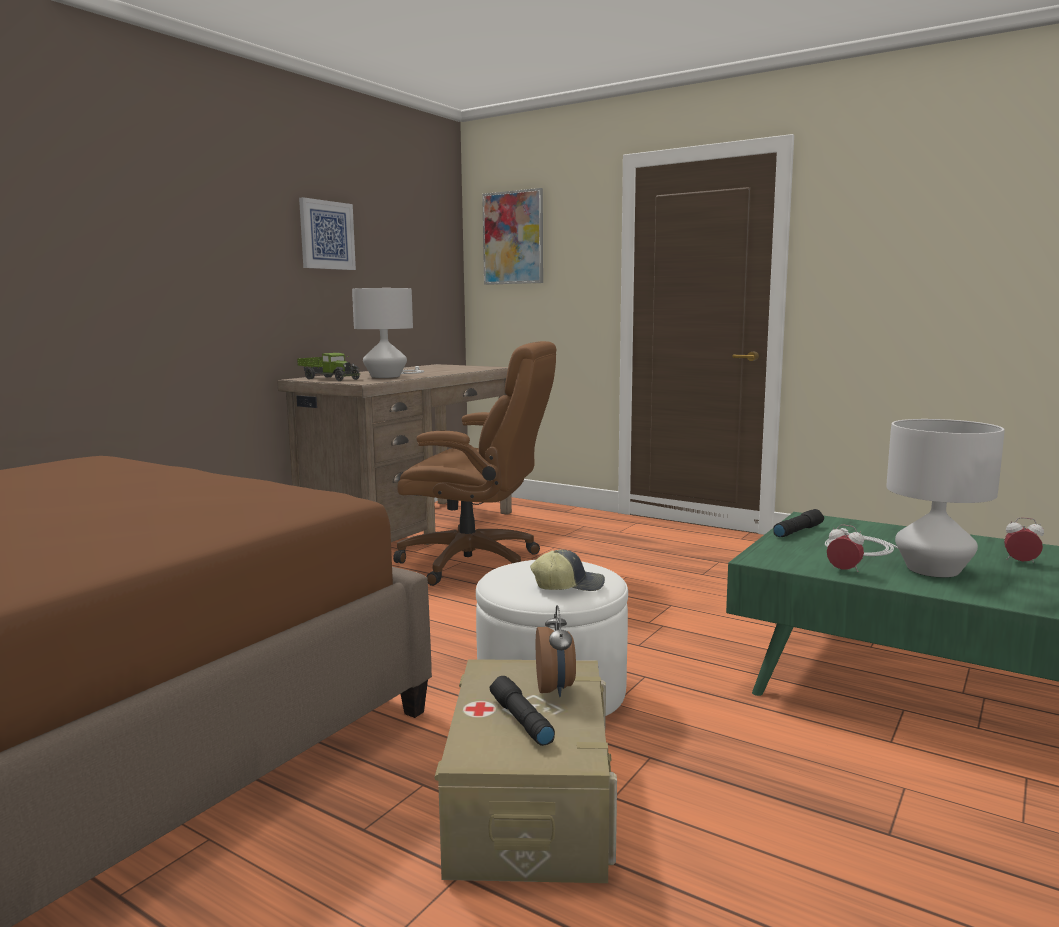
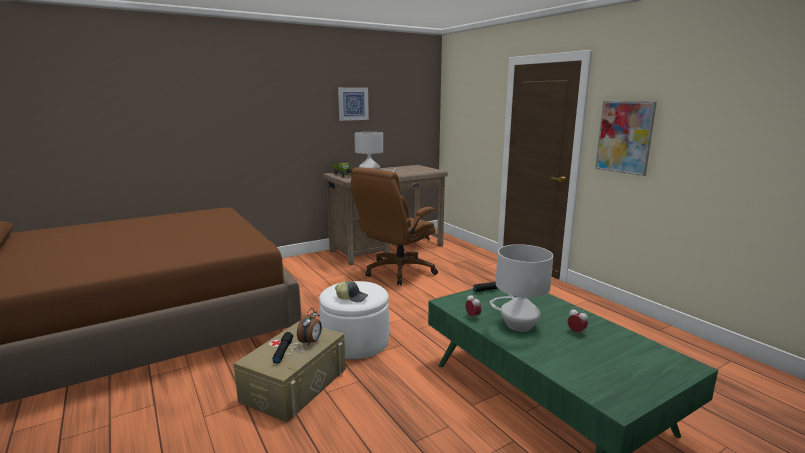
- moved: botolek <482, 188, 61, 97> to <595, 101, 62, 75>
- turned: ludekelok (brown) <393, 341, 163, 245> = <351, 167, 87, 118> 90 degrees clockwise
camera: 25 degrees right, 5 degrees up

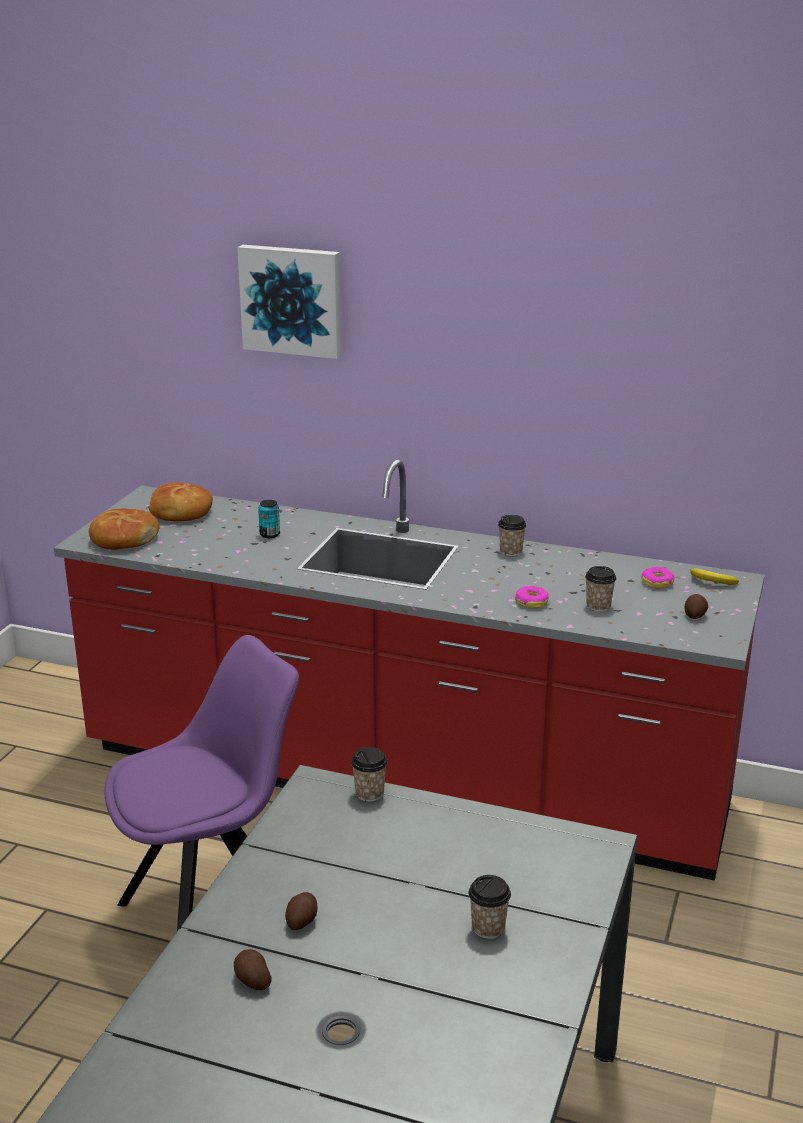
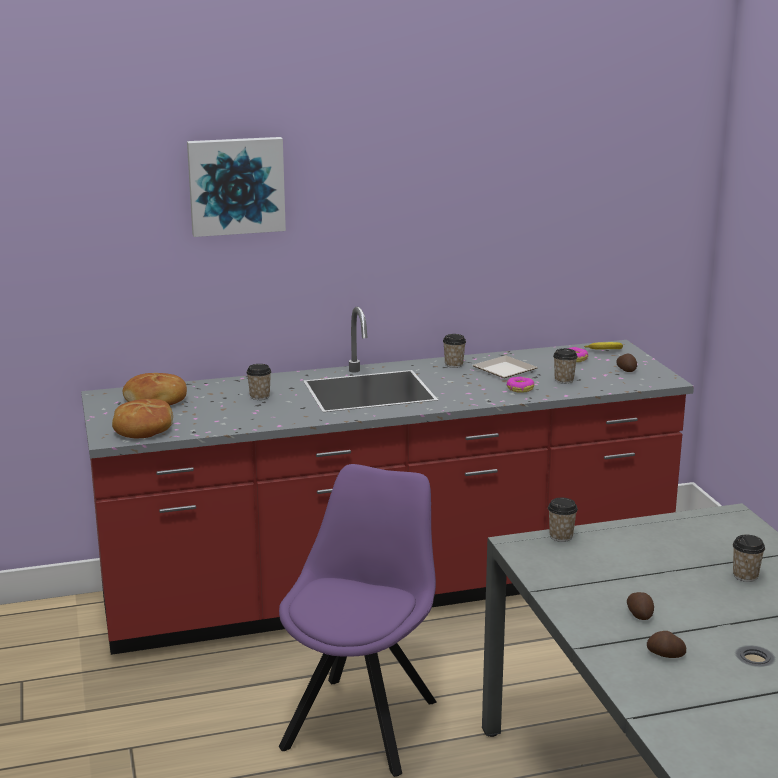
- added: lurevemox <472, 355, 66, 23>
- replaced: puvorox <258, 500, 22, 38> to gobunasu <246, 364, 25, 36>
camera: 35 degrees left, 5 degrees down

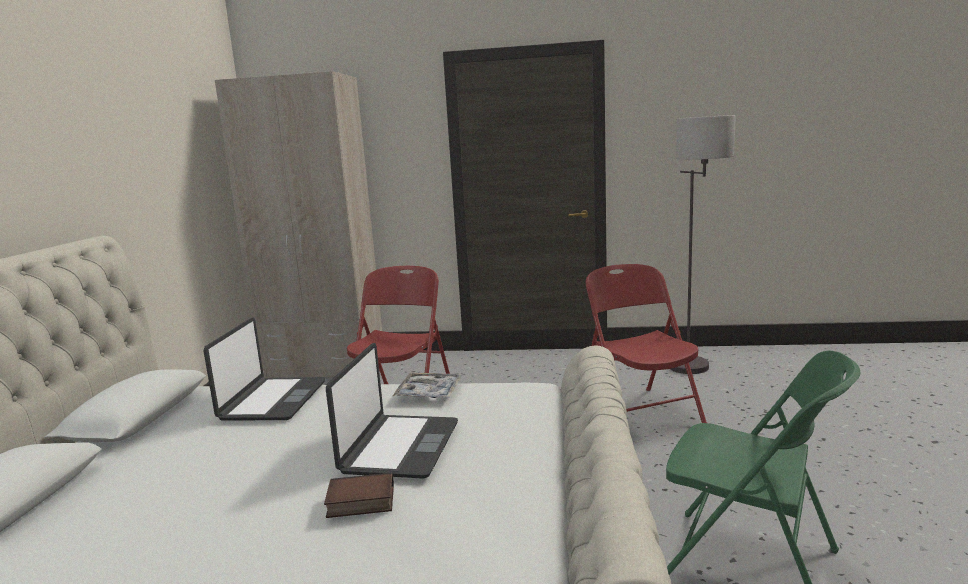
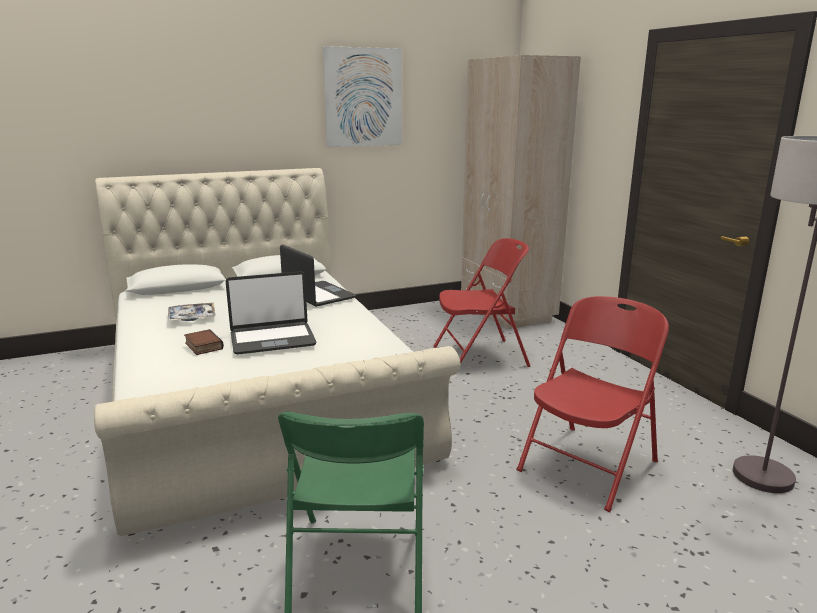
- added: botolek <323, 46, 79, 101>
- moved: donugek <393, 373, 69, 25> to <168, 303, 48, 18>
- turned: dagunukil <204, 317, 121, 104> = <280, 244, 76, 63> 105 degrees counterclockwise
camera: 60 degrees right, 5 degrees up

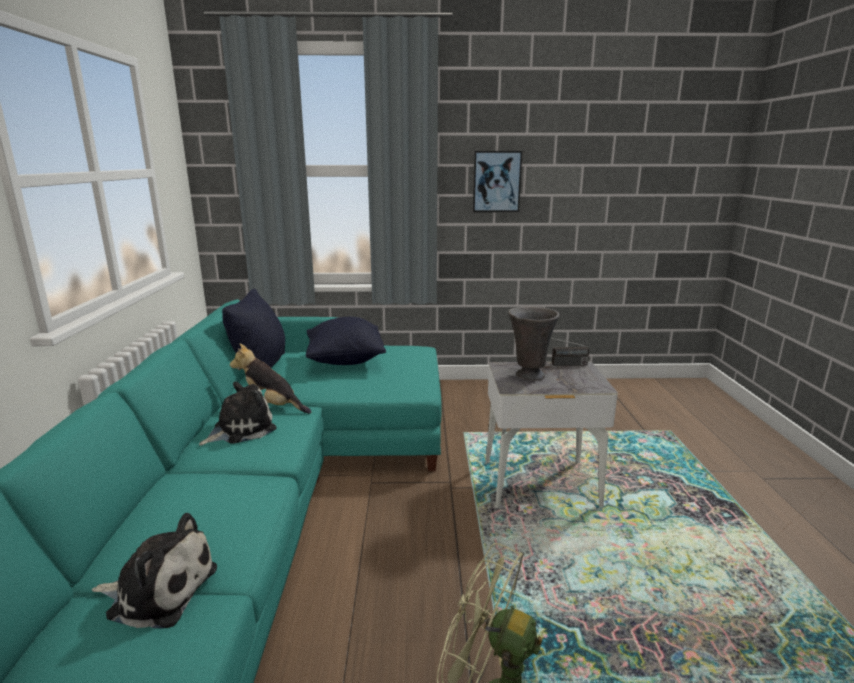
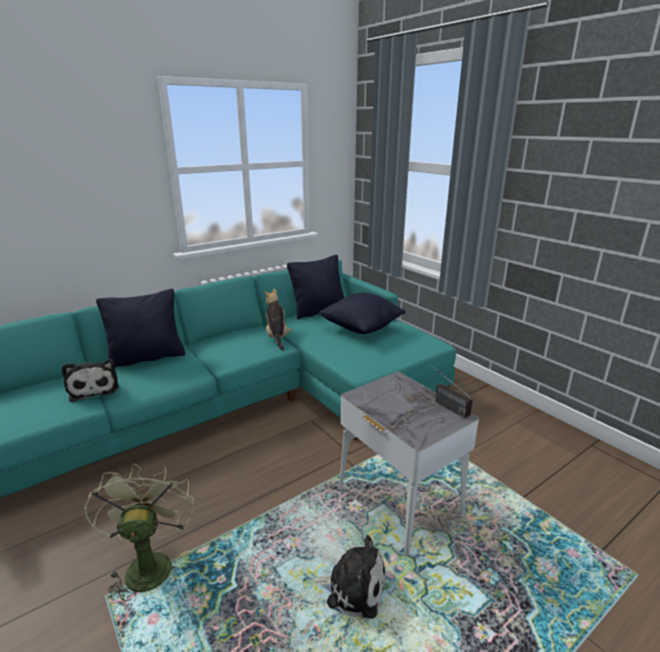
- removed: botolek <473, 151, 49, 61>
- removed: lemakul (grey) <508, 307, 51, 74>
- added: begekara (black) <96, 289, 89, 78>
- moved: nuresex <199, 382, 78, 64> to <311, 535, 75, 84>
camera: 55 degrees right, 5 degrees up

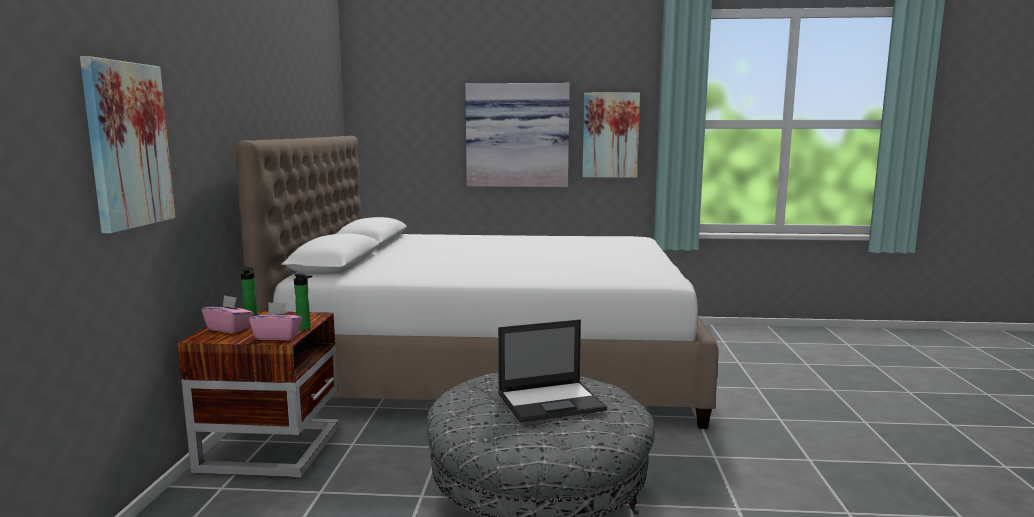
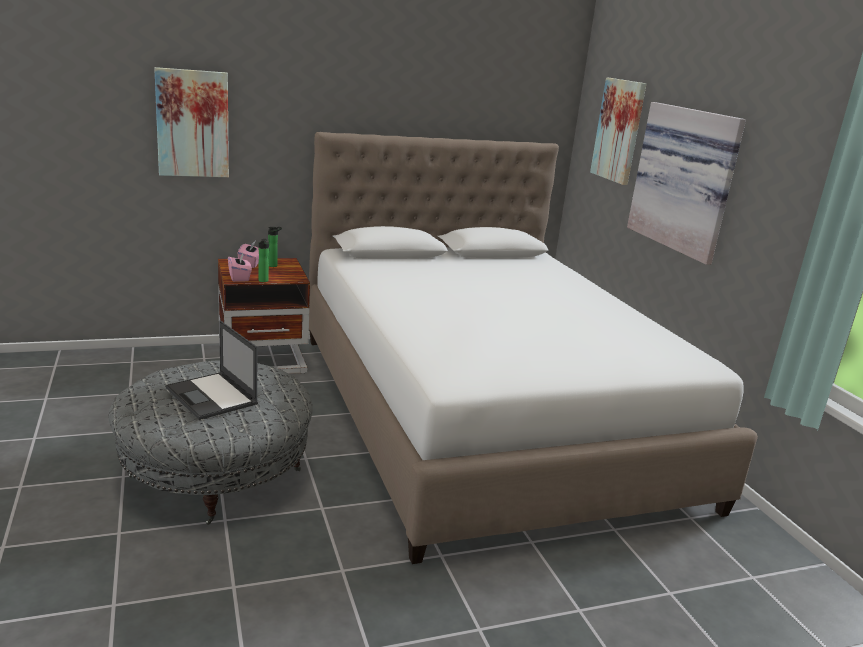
- moved: botolek <582, 92, 58, 86> to <590, 78, 56, 107>
camera: 65 degrees right, 10 degrees up

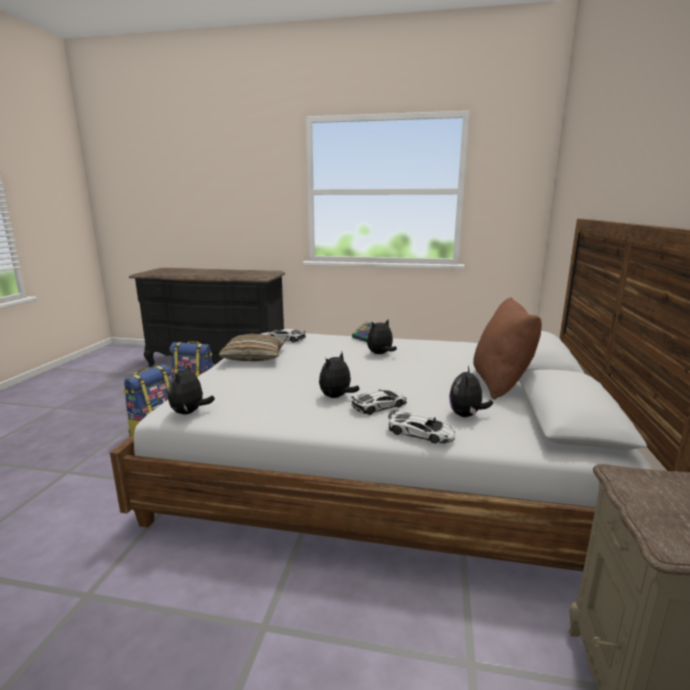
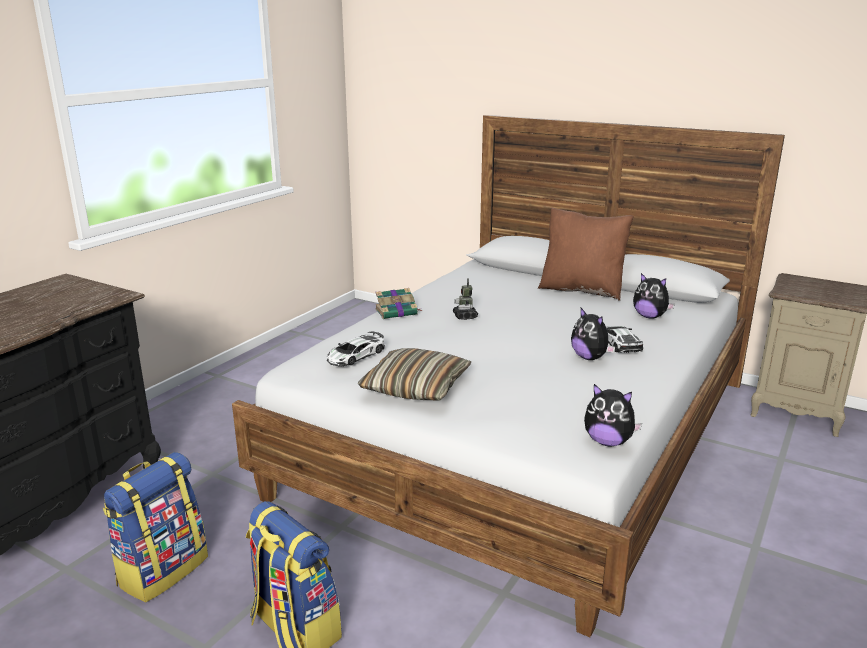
- removed: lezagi <388, 410, 67, 34>
- replaced: nuresex <367, 320, 30, 34> to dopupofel <453, 278, 25, 42>
camera: 70 degrees left, 5 degrees up

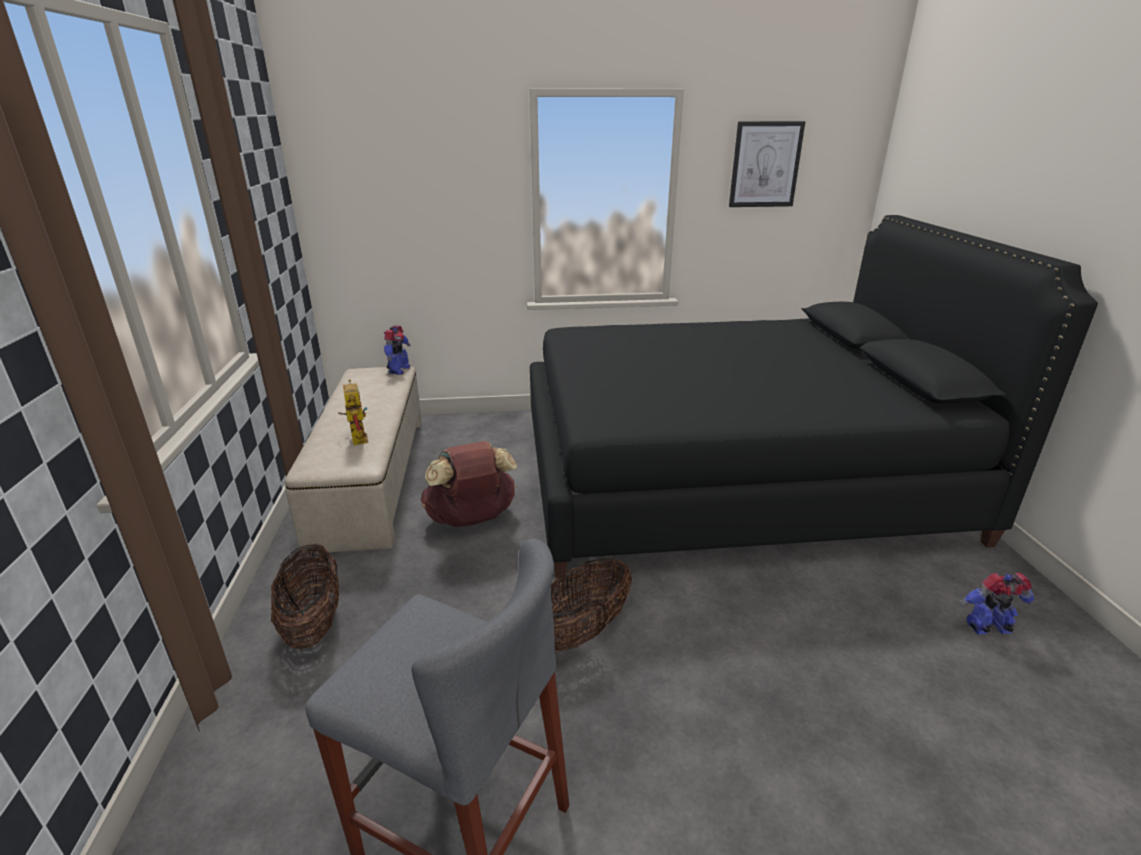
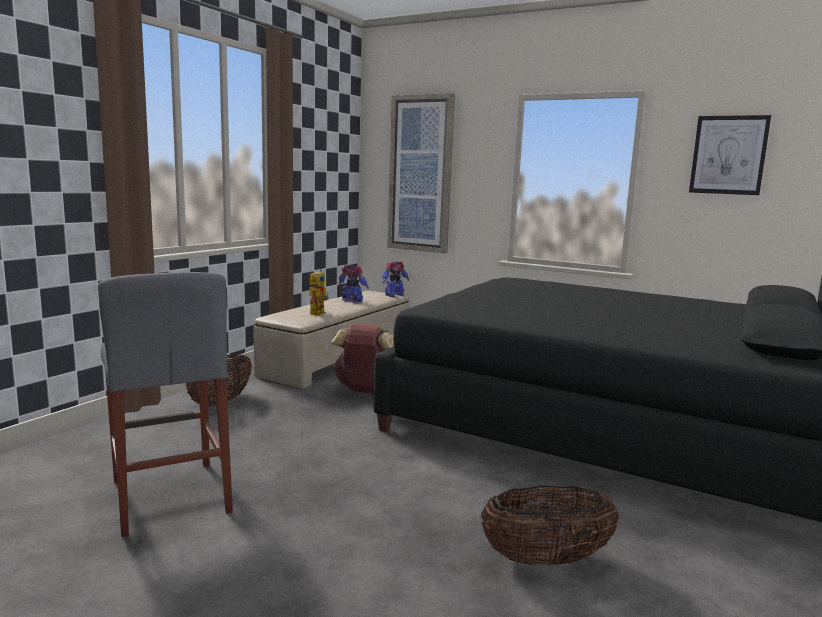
- added: botolek <387, 93, 68, 160>
- moved: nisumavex <551, 557, 81, 94> to <480, 485, 139, 80>
- moved: dopupofel <960, 573, 74, 61> to <339, 265, 30, 38>
camera: 35 degrees right, 15 degrees down

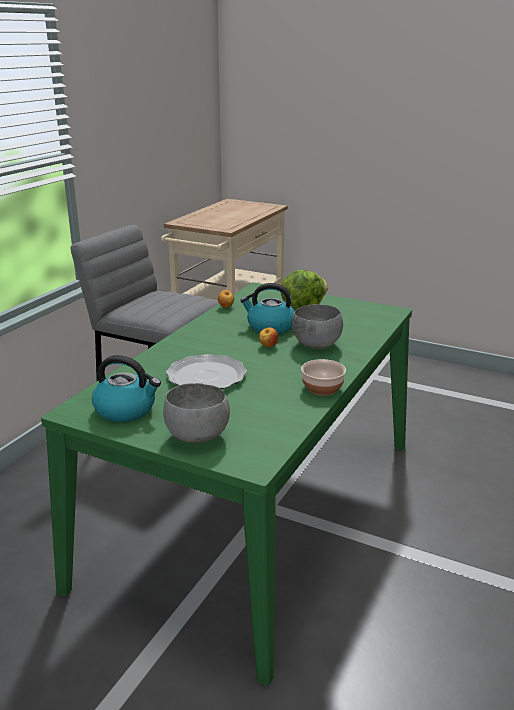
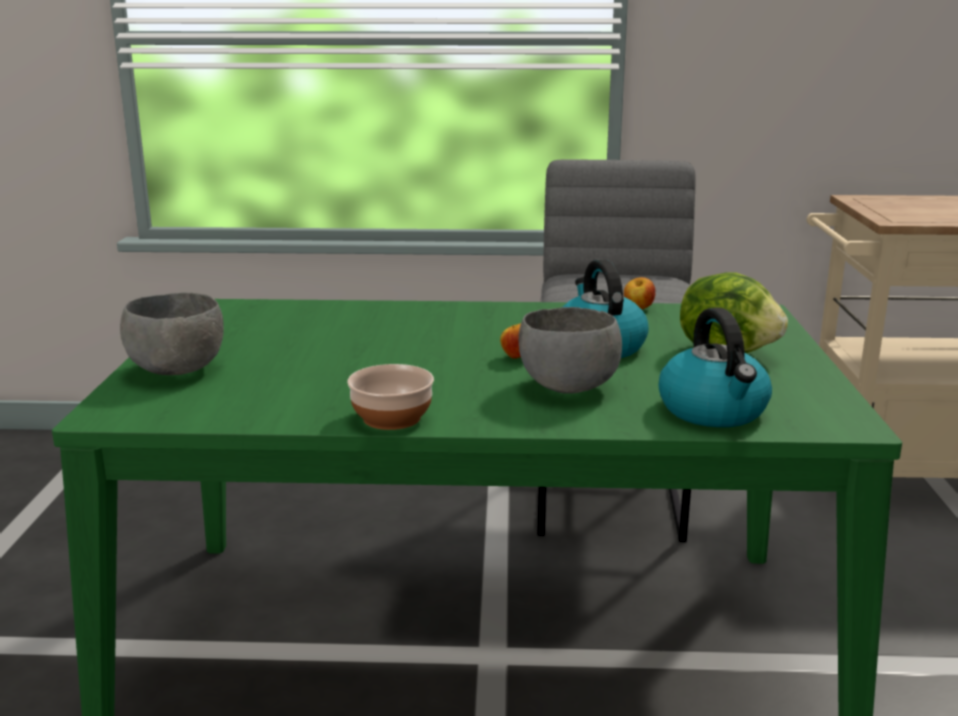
- removed: lurevemox <166, 354, 81, 35>
- moved: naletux <92, 355, 69, 67> to <659, 308, 113, 119>
camera: 65 degrees right, 5 degrees down

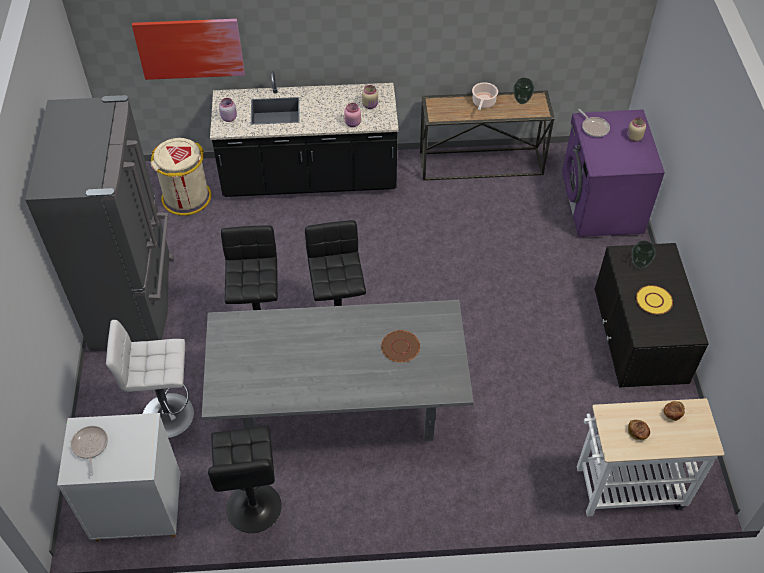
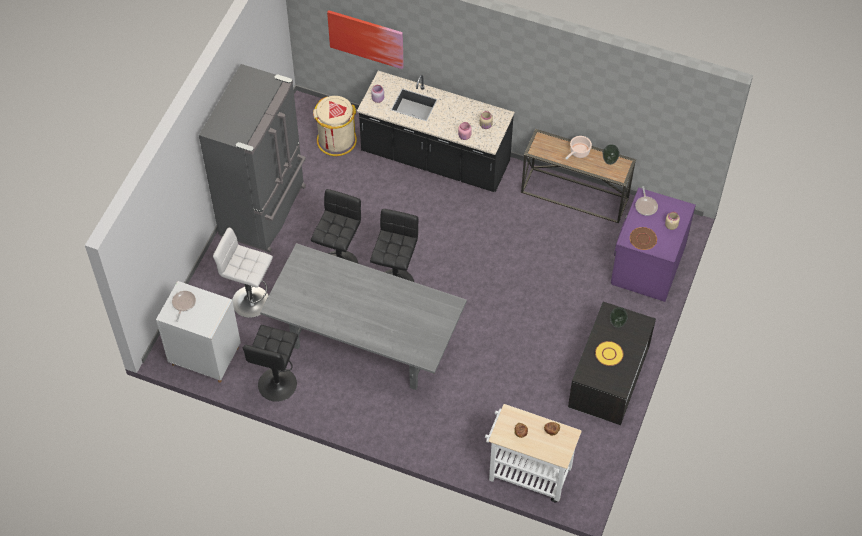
- moved: lurevemox (brown) <381, 330, 39, 32> to <630, 227, 27, 23>
camera: 25 degrees right, 5 degrees up

